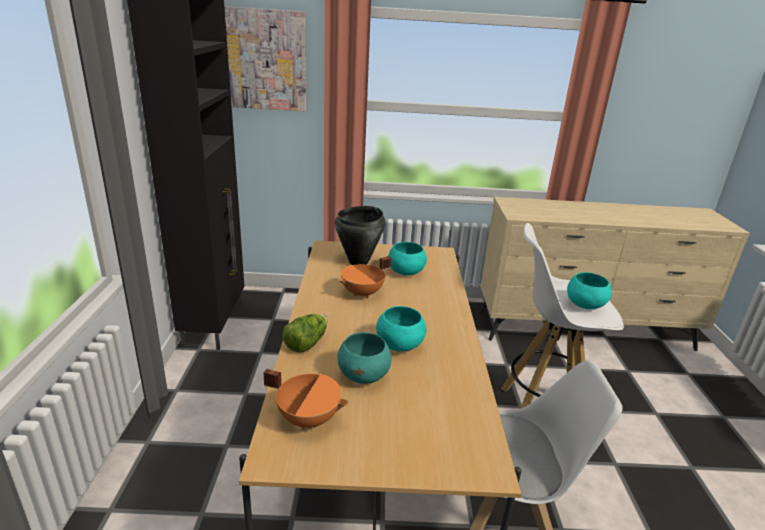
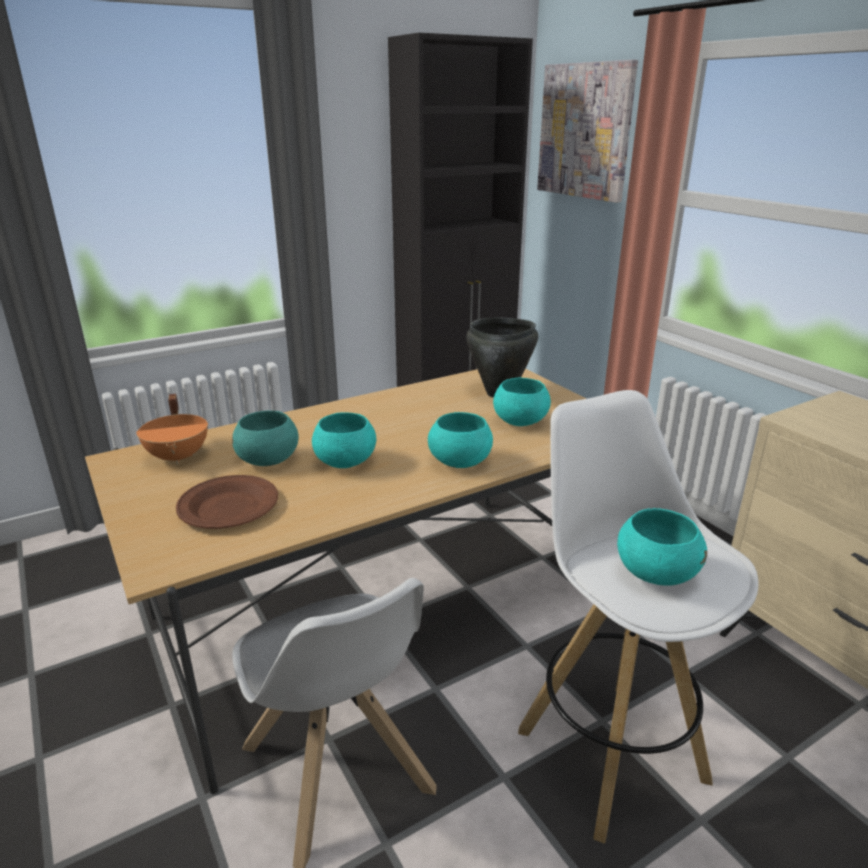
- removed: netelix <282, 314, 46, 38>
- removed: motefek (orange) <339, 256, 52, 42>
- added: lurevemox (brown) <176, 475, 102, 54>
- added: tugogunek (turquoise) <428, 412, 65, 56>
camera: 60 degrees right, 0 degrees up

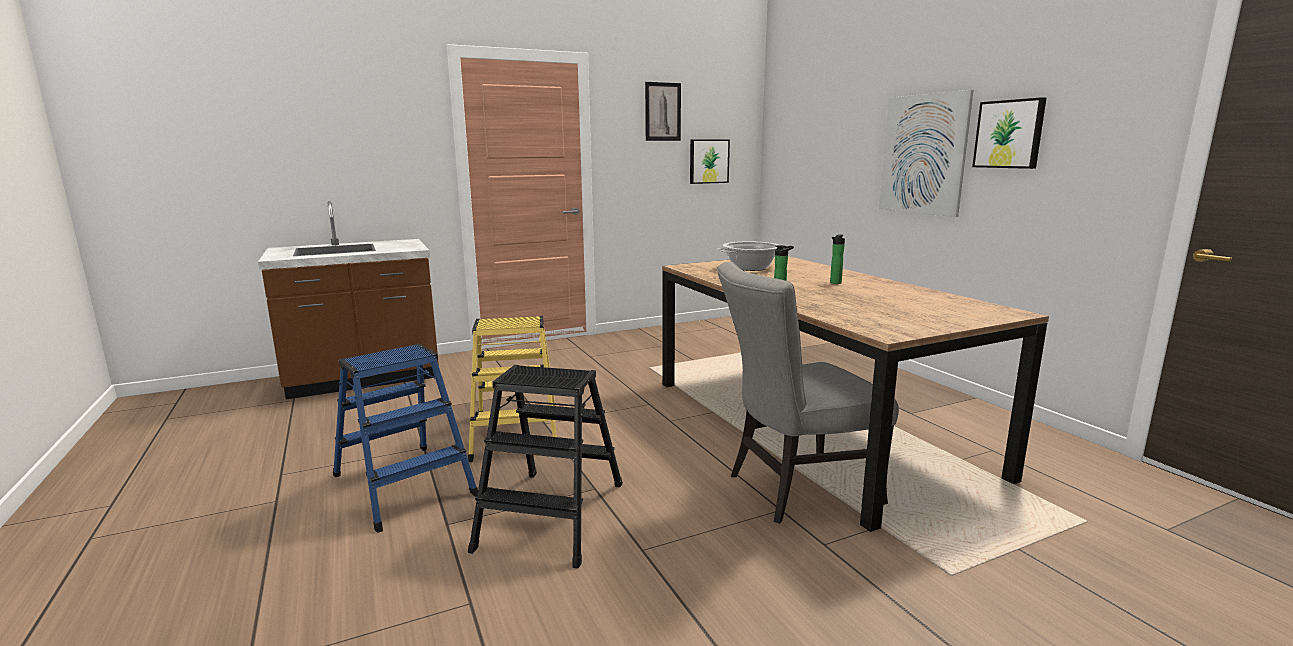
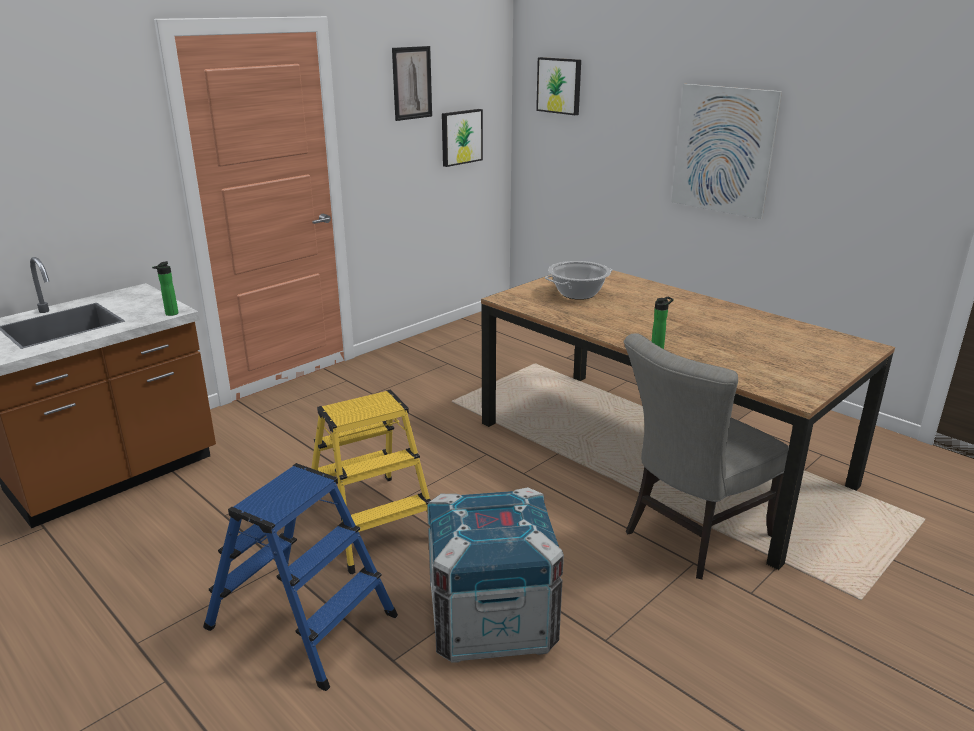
- moved: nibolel <830, 234, 15, 50> to <152, 261, 27, 55>
- moved: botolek <972, 97, 74, 72> to <536, 57, 45, 58>
- replaced: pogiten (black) <468, 365, 155, 203> to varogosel <427, 487, 137, 176>
camera: 20 degrees left, 10 degrees up

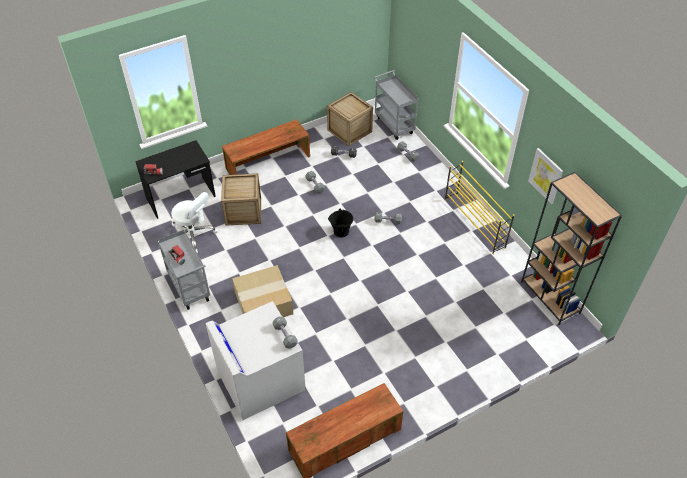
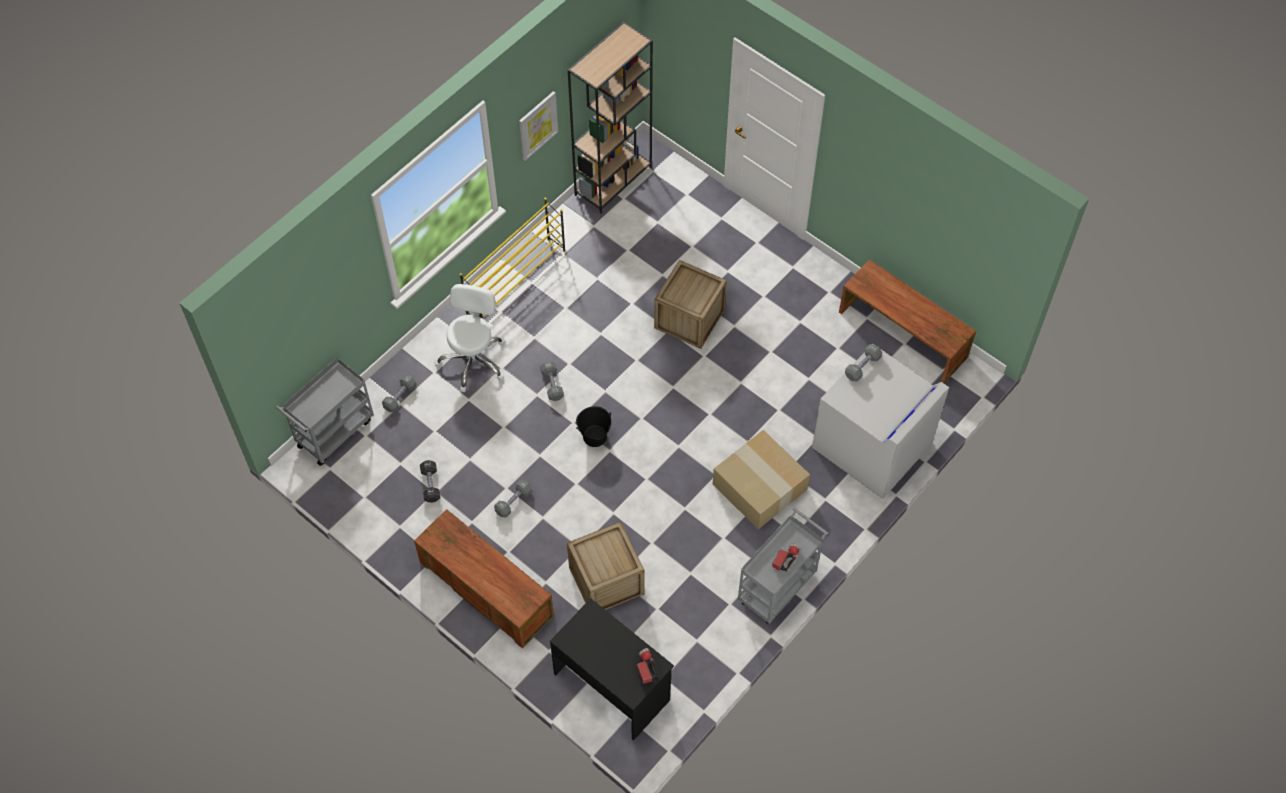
- moved: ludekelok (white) <171, 192, 47, 61> to <435, 284, 70, 108>
- moved: varogosel <327, 92, 46, 54> to <654, 260, 73, 89>
camera: 110 degrees left, 10 degrees up

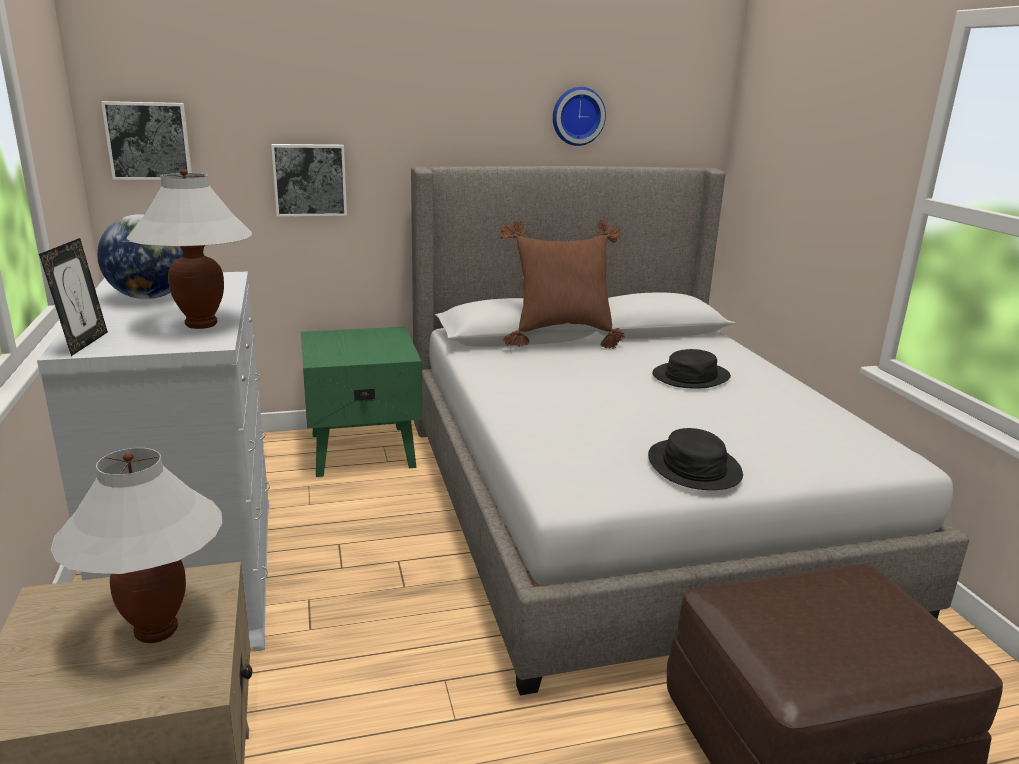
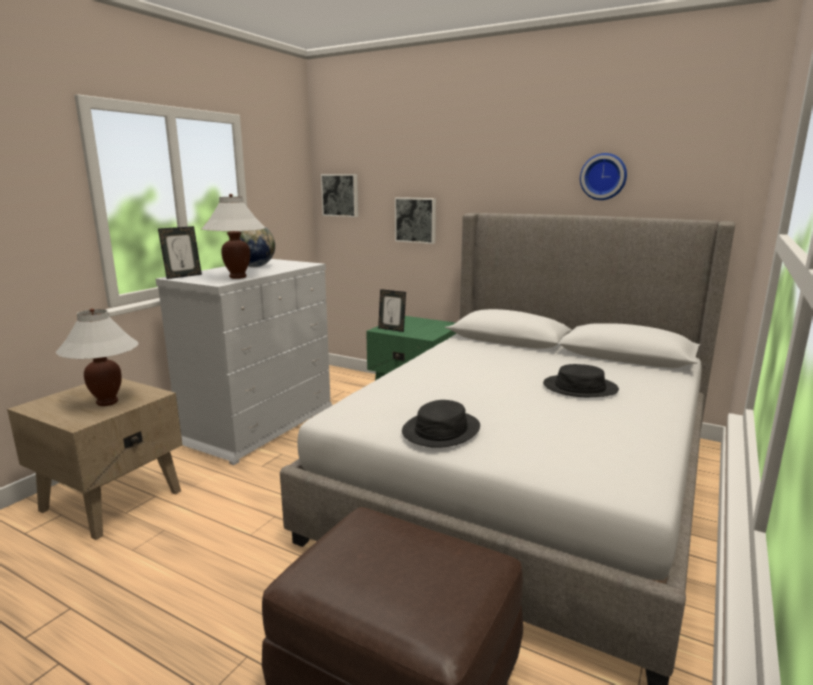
- removed: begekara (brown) <500, 220, 125, 129>
- added: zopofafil <378, 289, 28, 43>
camera: 45 degrees right, 5 degrees down

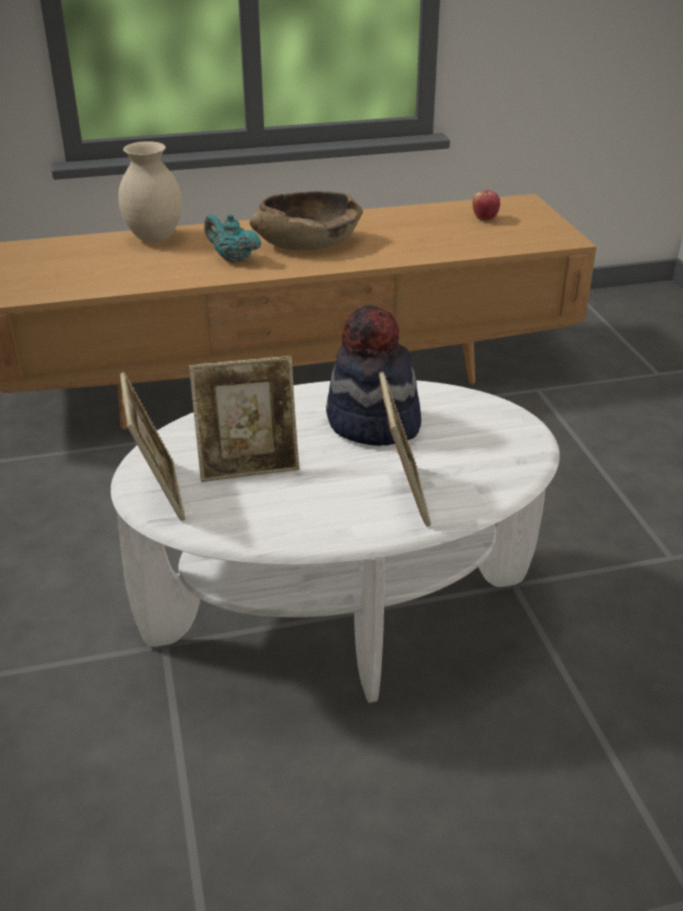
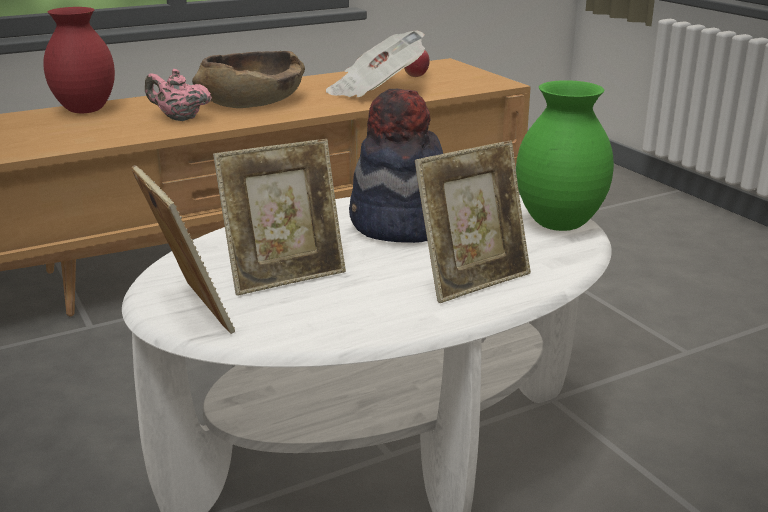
- added: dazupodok <326, 31, 99, 66>
- added: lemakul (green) <516, 80, 98, 151>
- recoloured: lemakul (beige) <118, 141, 64, 102> to lemakul (red) <43, 7, 72, 106>
- recoloured: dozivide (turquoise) <204, 214, 58, 49> to dozivide (pink) <145, 69, 67, 52>
- turned: zopofafil <379, 371, 52, 156> = <415, 140, 116, 163> 75 degrees clockwise
camera: 15 degrees left, 10 degrees down

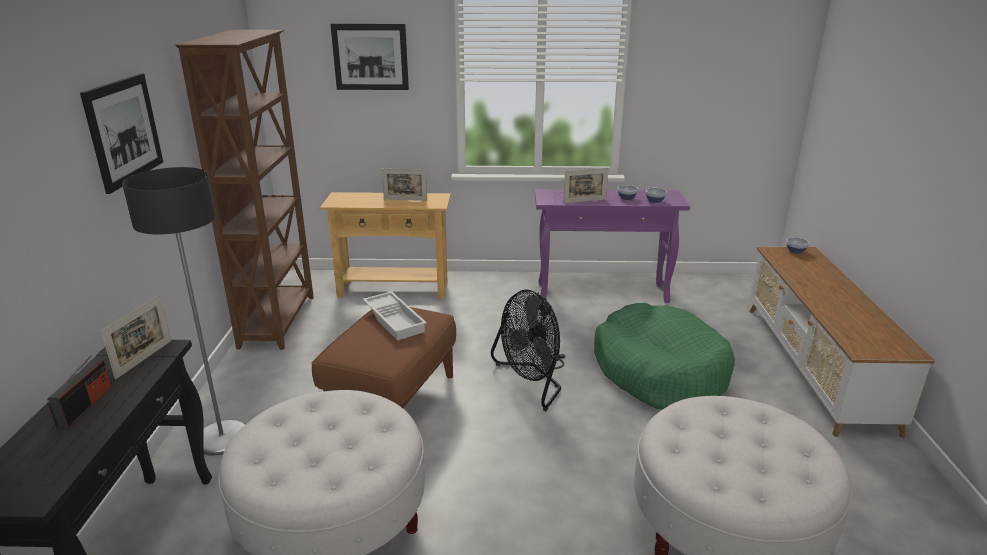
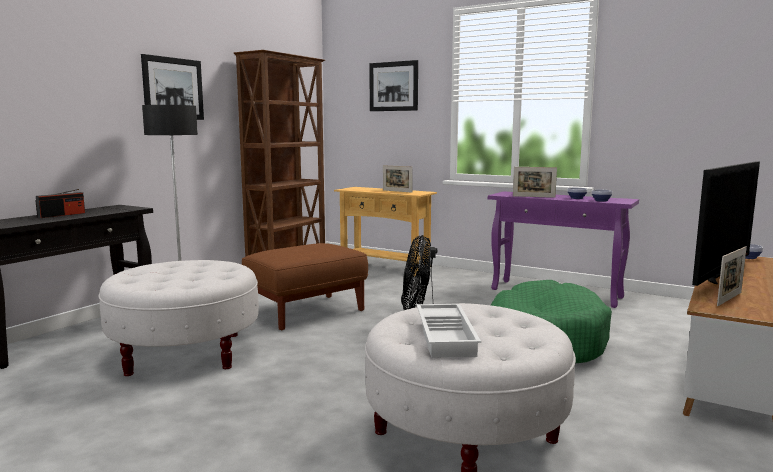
- added: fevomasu <692, 161, 68, 125>
- moved: zopofafil <101, 295, 70, 84> to <717, 246, 30, 60>
- moved: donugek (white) <363, 291, 64, 49> to <417, 304, 64, 54>
camera: 30 degrees right, 15 degrees down

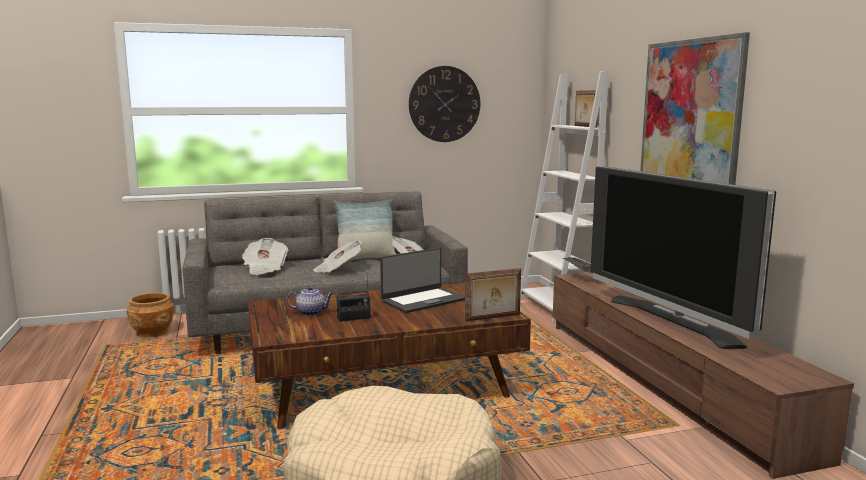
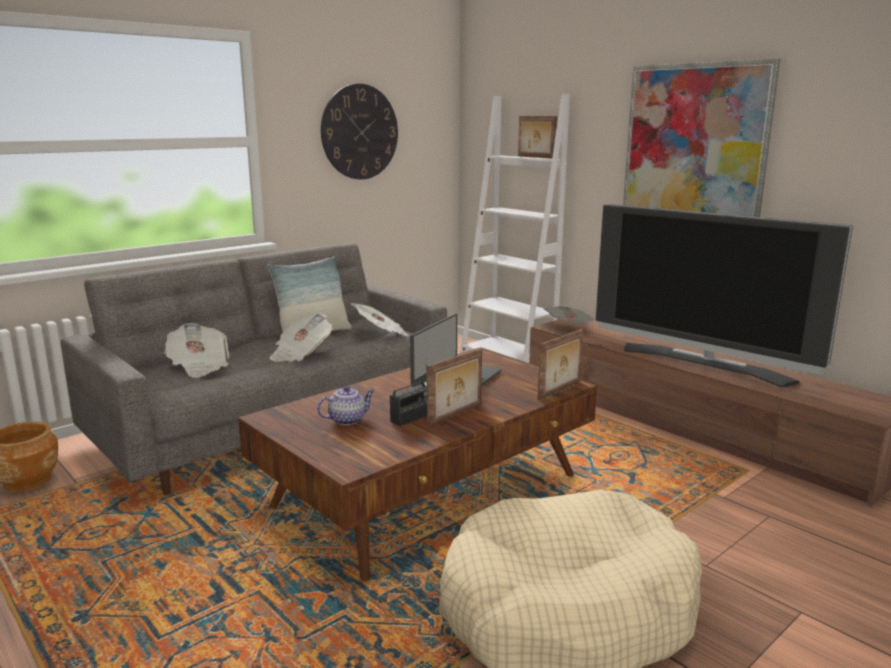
- added: zopofafil <427, 348, 55, 79>
camera: 25 degrees left, 5 degrees up

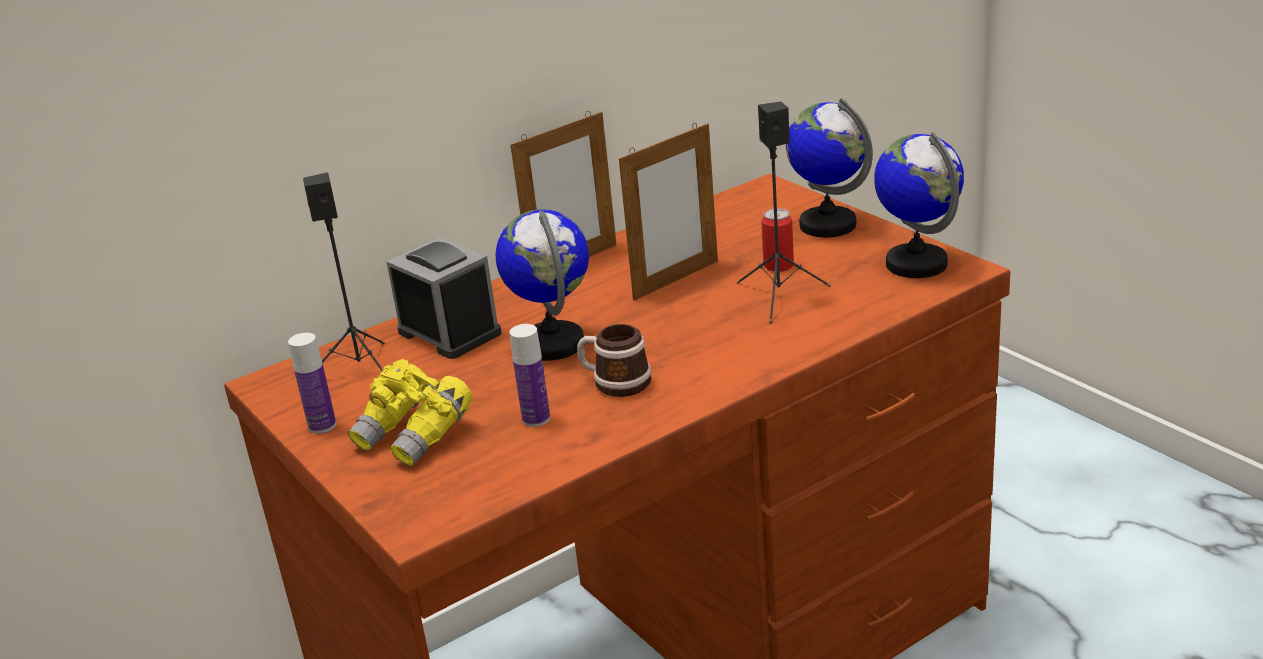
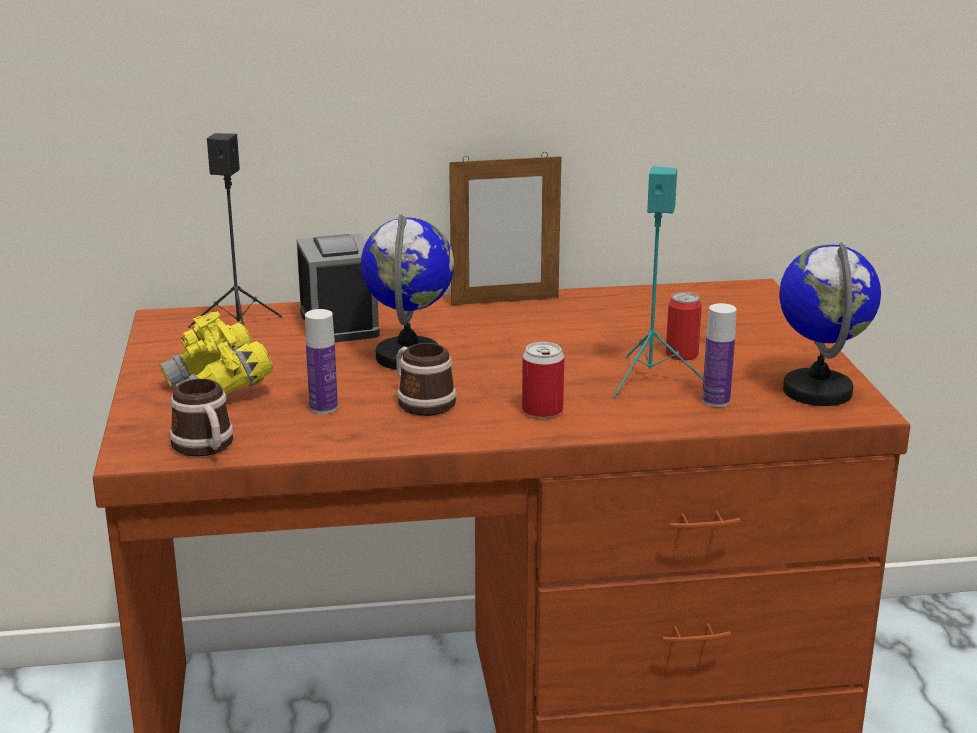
- removed: zopofafil <619, 123, 99, 178>
- removed: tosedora <786, 98, 87, 139>
- added: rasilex <169, 379, 64, 78>
- added: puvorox <522, 342, 42, 76>
- moved: nibolel <288, 333, 48, 101> to <702, 303, 35, 105>
- recoloured: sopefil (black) <737, 101, 94, 223> to sopefil (turquoise) <613, 166, 90, 232>
camera: 25 degrees right, 5 degrees down

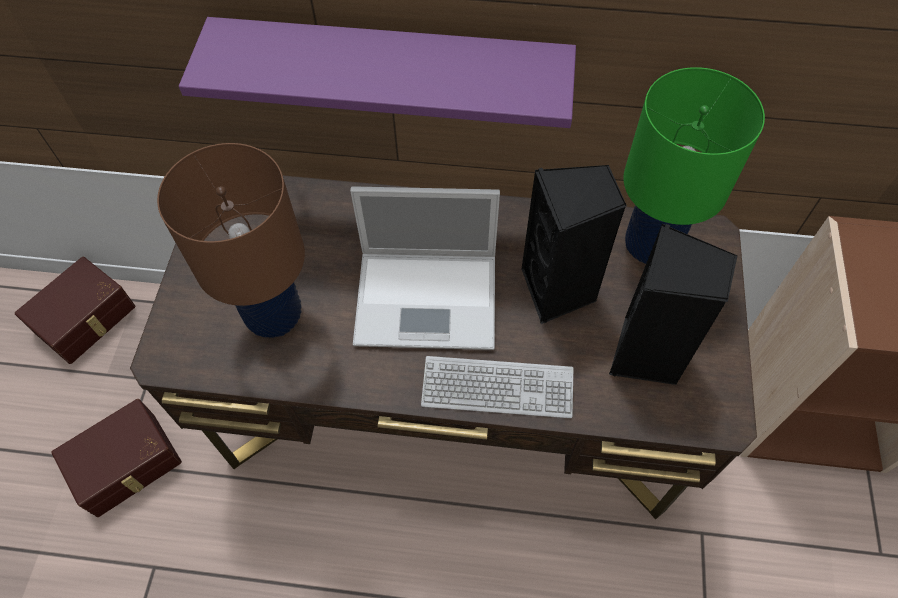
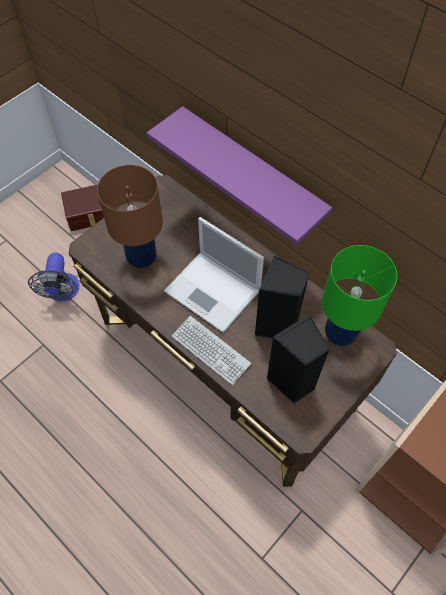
- replaced: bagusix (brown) <51, 399, 131, 118> to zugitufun <28, 253, 51, 49>
camera: 35 degrees right, 0 degrees up

